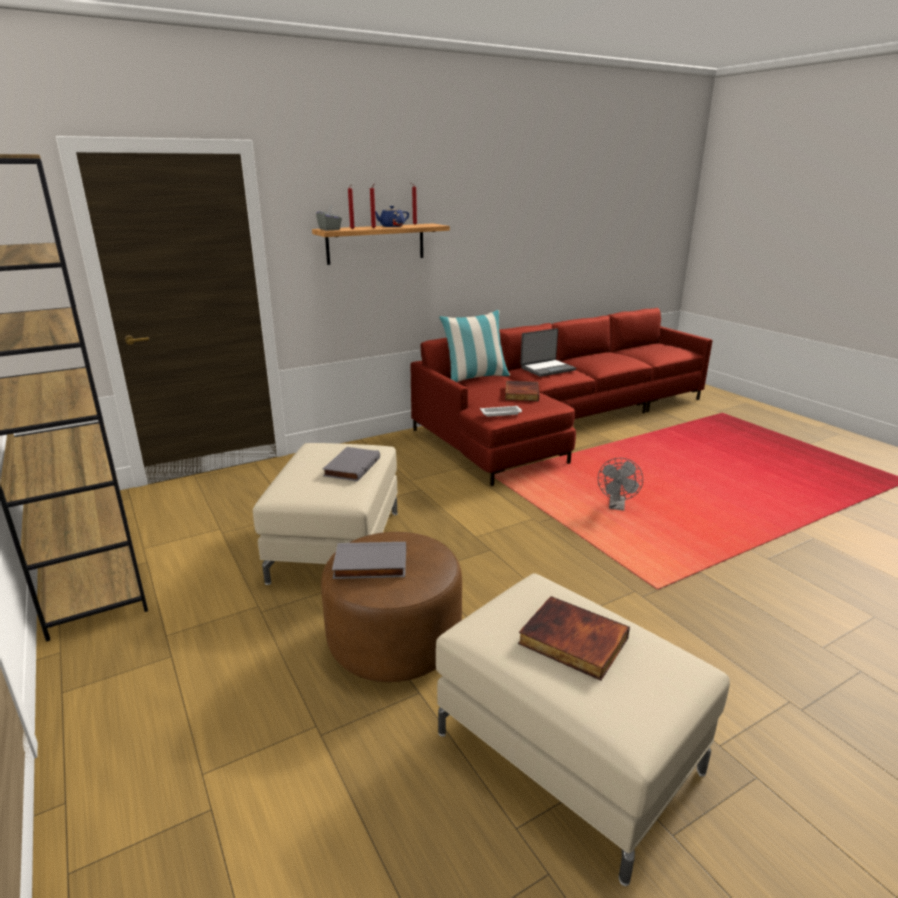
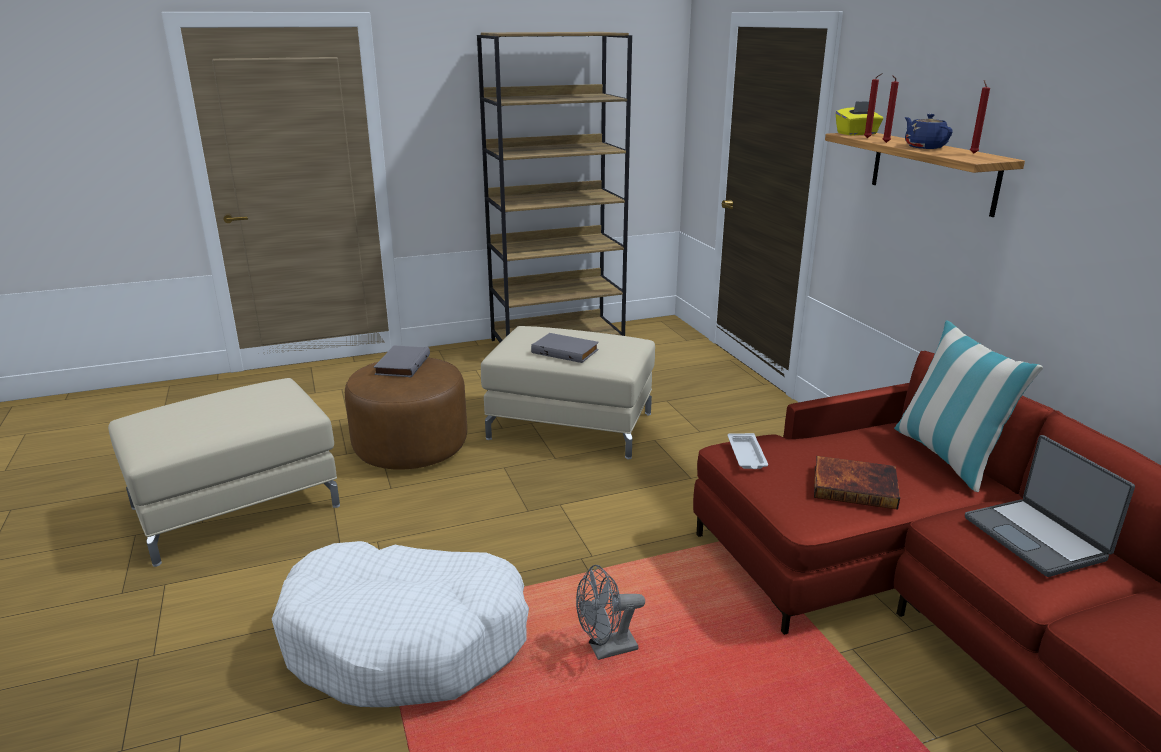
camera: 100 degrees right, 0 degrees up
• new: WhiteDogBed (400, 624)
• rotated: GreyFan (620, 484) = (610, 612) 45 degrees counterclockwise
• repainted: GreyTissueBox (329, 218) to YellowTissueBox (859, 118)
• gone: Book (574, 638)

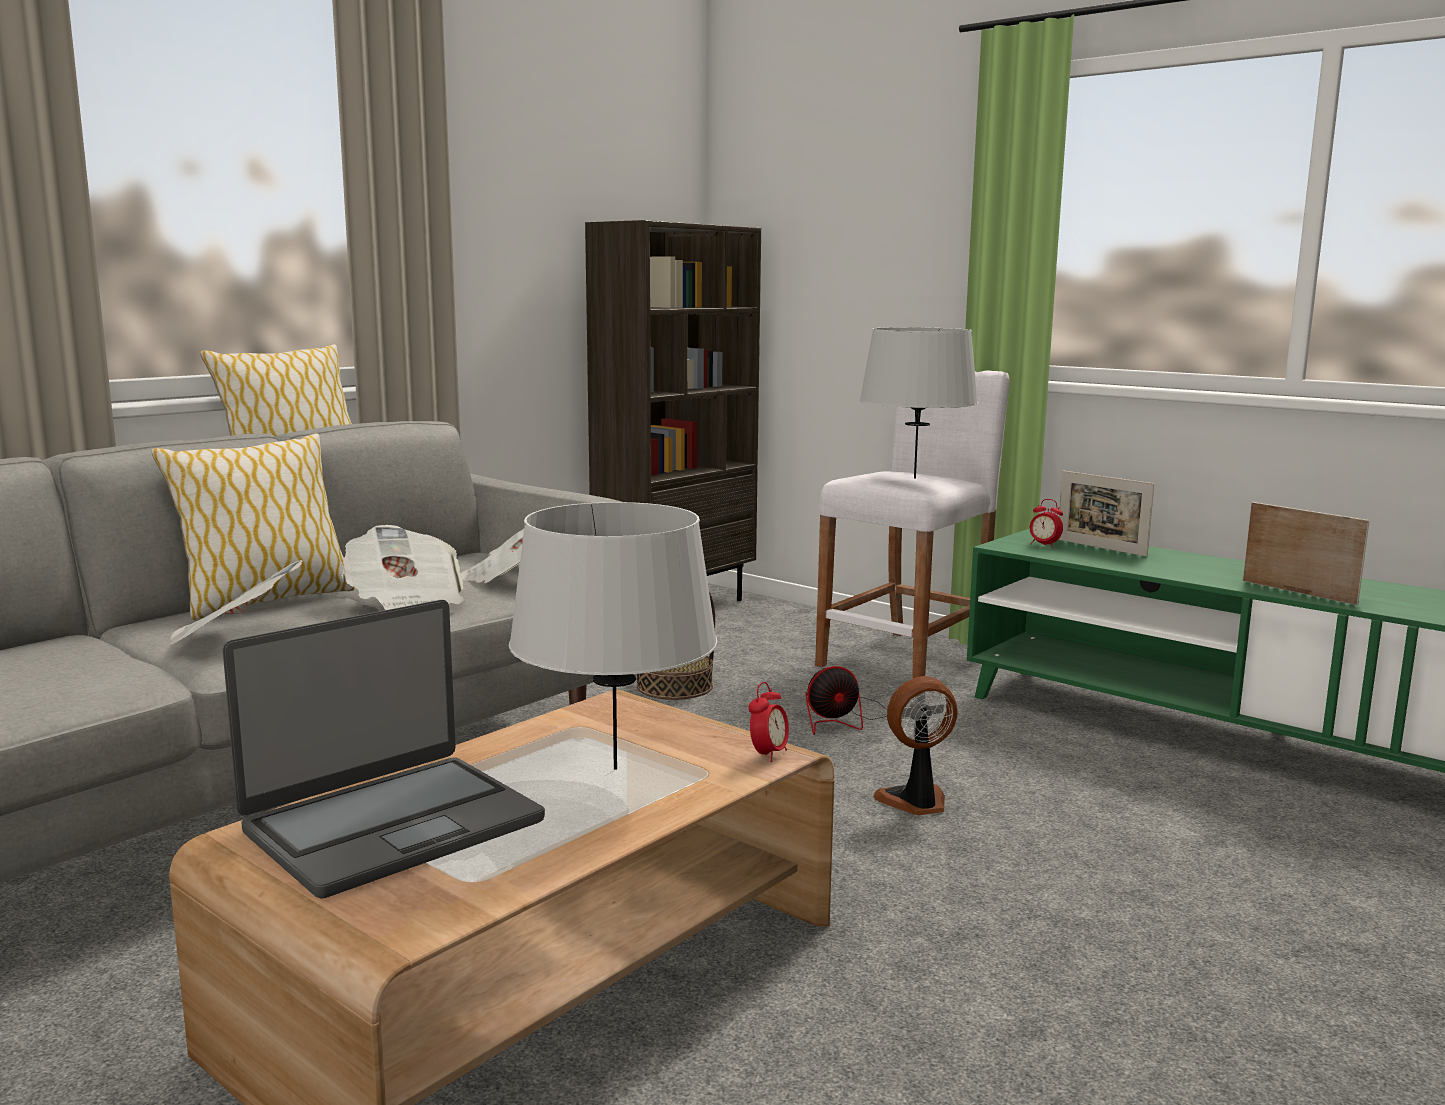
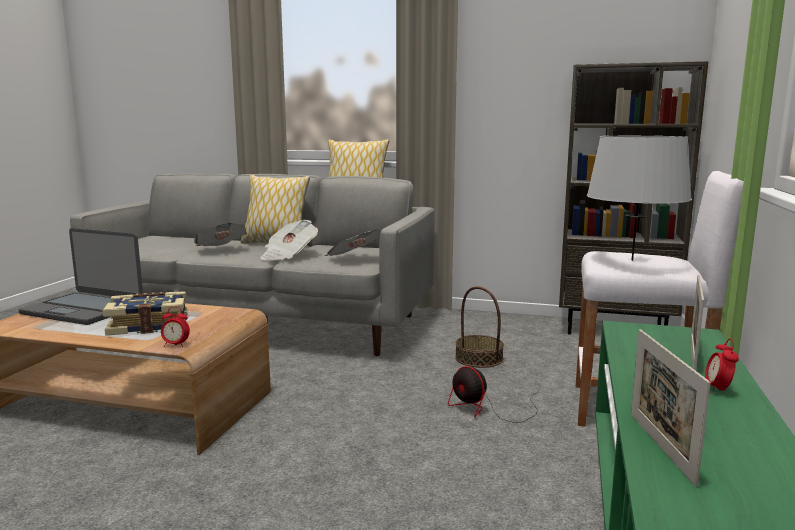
camera: 65 degrees right, 0 degrees up
• swapped: GreyTableLamp (613, 636) to Book (145, 313)
• rotated: PictureFrame (1306, 553) = (671, 408) 150 degrees clockwise
• shifted: AlarmClock (1046, 522) to (722, 366)
• gone: Fan (915, 745)

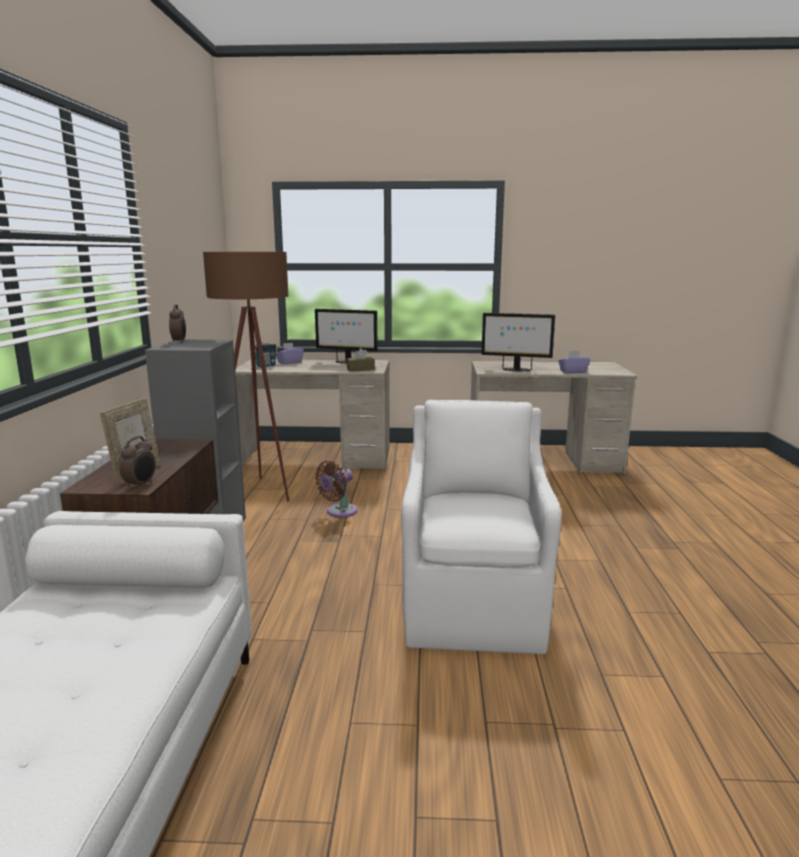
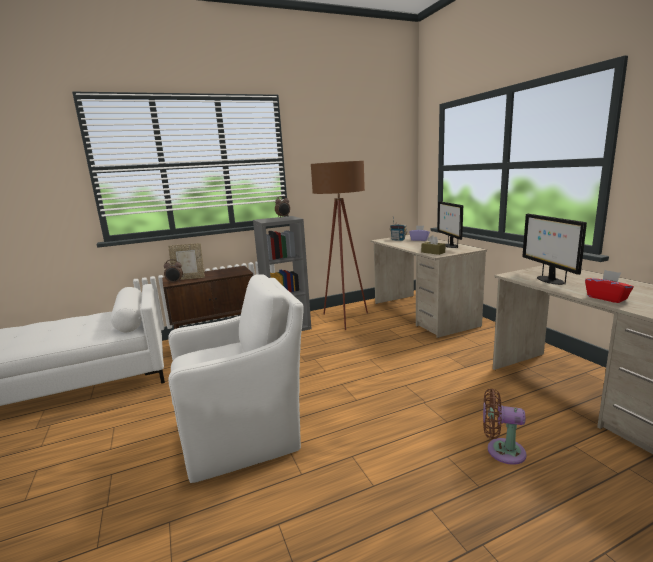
camera: 65 degrees right, 0 degrees up
• shifted: BrownFan (336, 489) to (505, 427)
• repainted: PurpleTissueBox (574, 361) to RedTissueBox (609, 286)

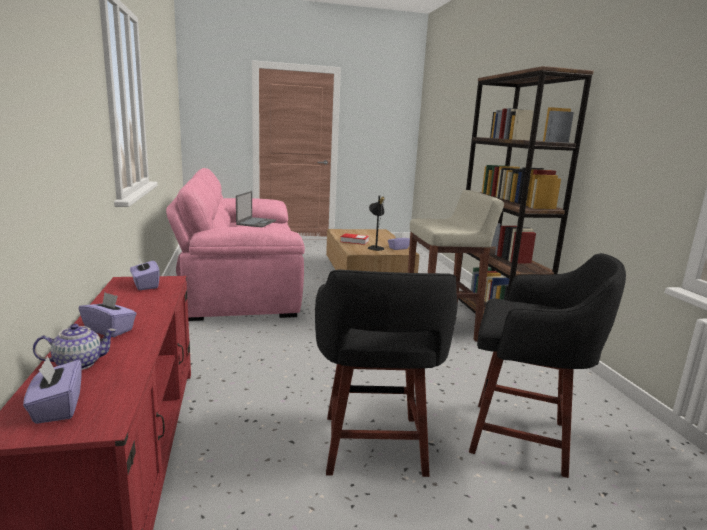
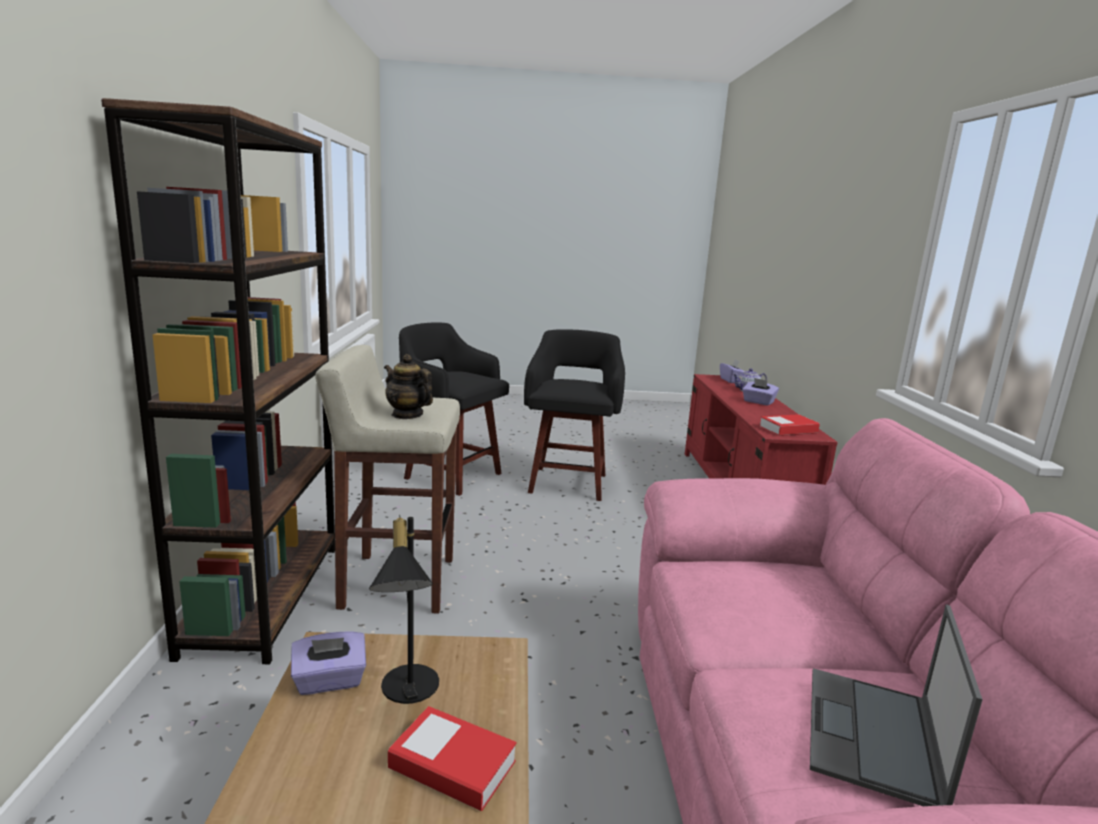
camera: 170 degrees left, 0 degrees up
• new: Teapot (408, 386)
• swapped: PurpleTissueBox (145, 273) to Book (789, 425)

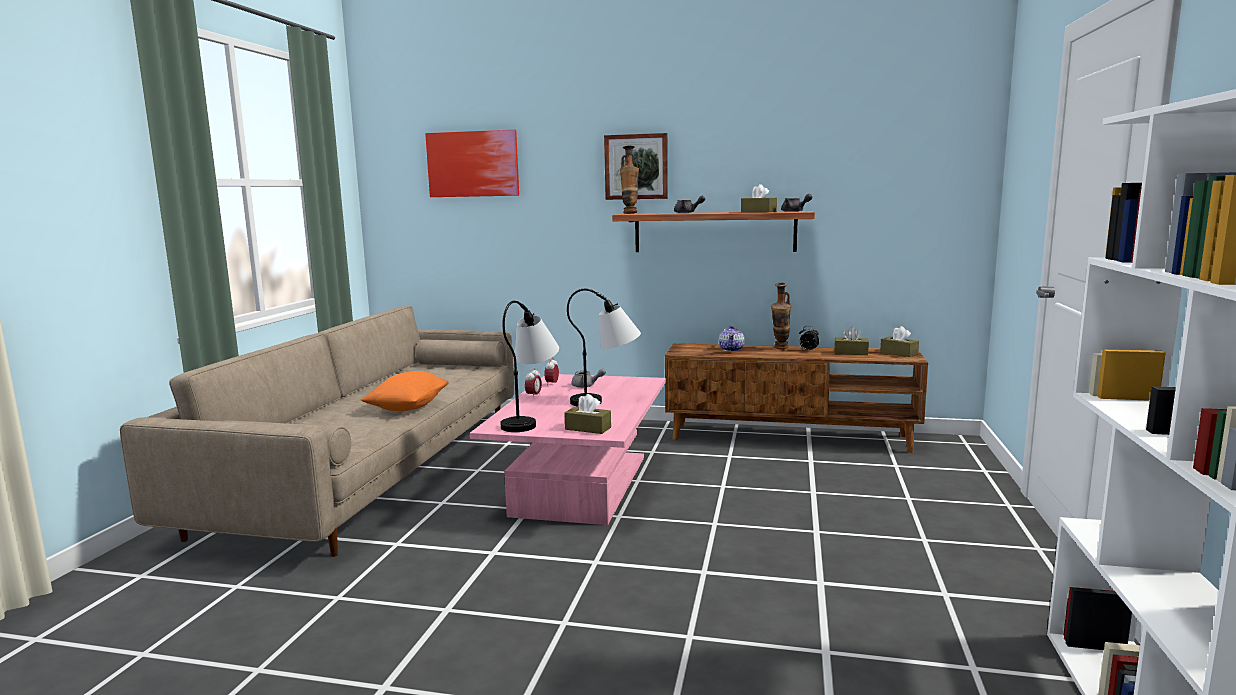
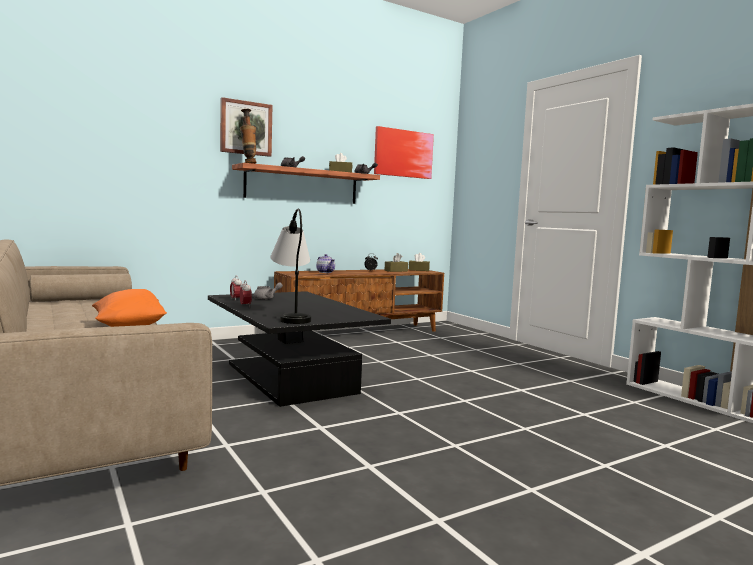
camera: 45 degrees left, 5 degrees down
• repainted: PinkCoffeeTable (568, 449) to BlackCoffeeTable (299, 349)
• shifted: Picture (472, 163) to (404, 152)
• gone: BrownTissueBox (587, 414)
• gone: TableLamp (604, 348)
• gone: Vase (781, 316)

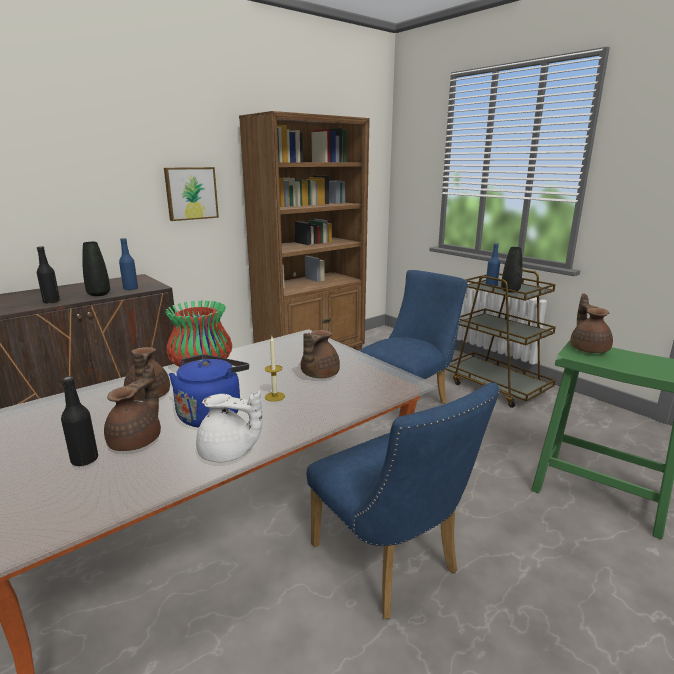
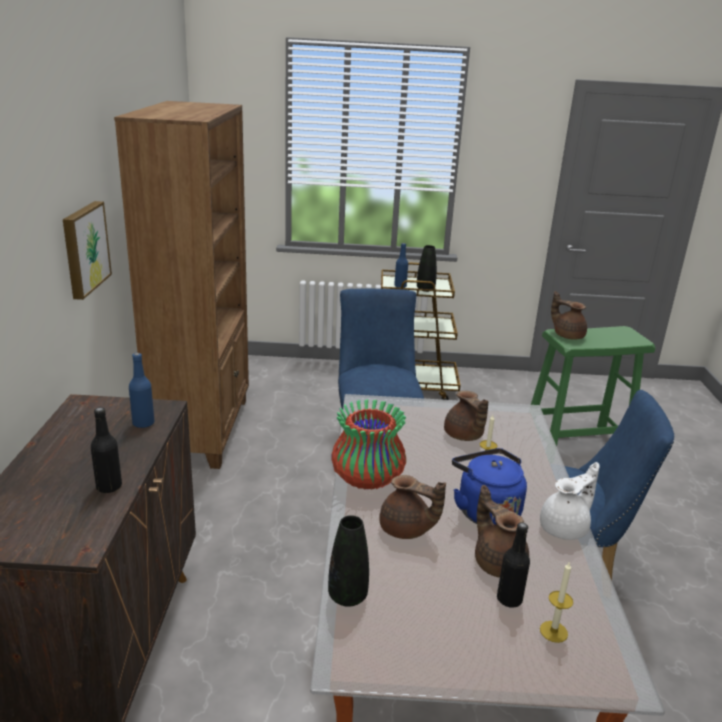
camera: 50 degrees left, 5 degrees up
• shifted: BlackVase (96, 269) to (348, 561)
• new: Candle (556, 602)

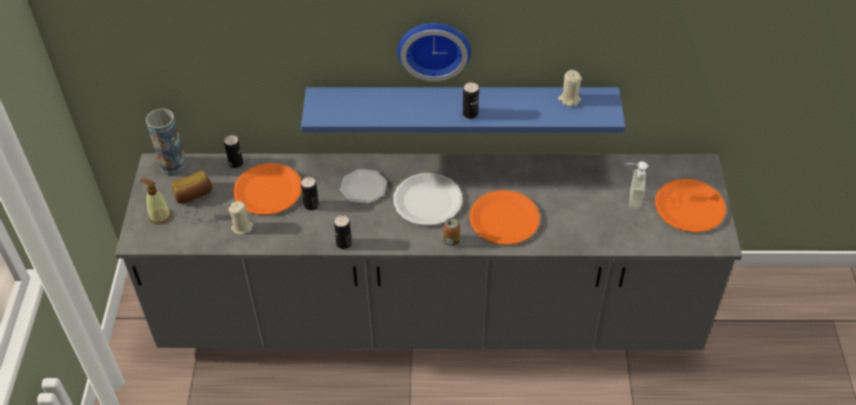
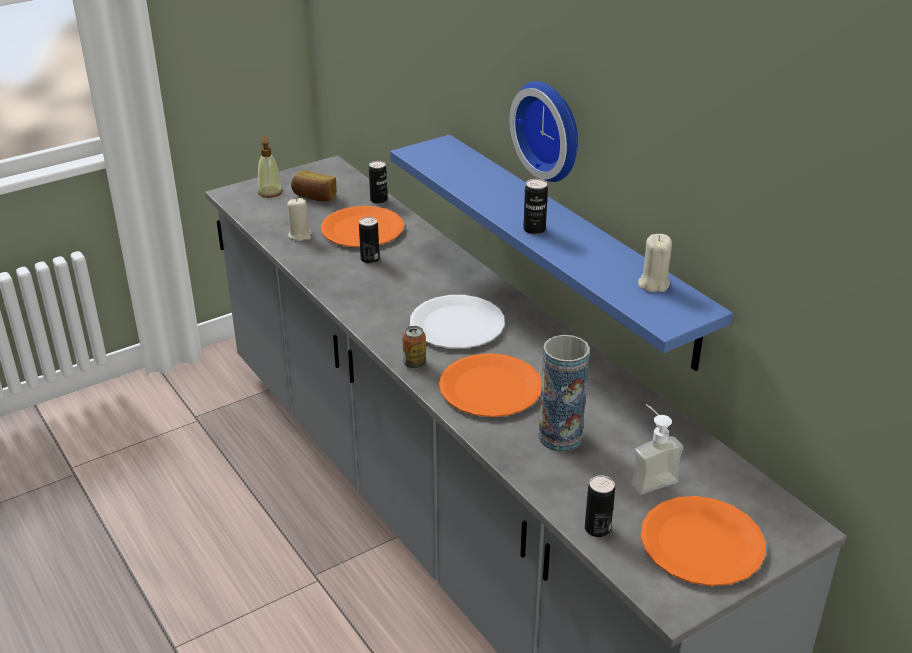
camera: 55 degrees right, 15 degrees down
• shifted: Vase (166, 142) to (564, 393)
• shifted: Can (343, 232) to (600, 506)
• gone: Plate (363, 186)

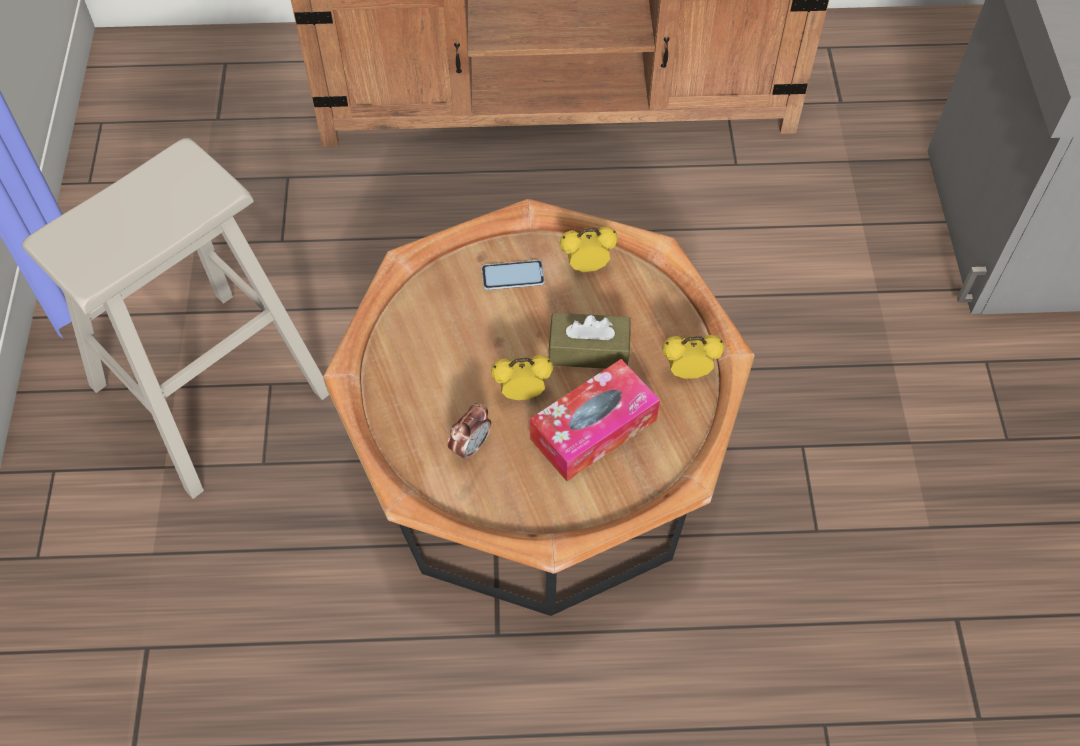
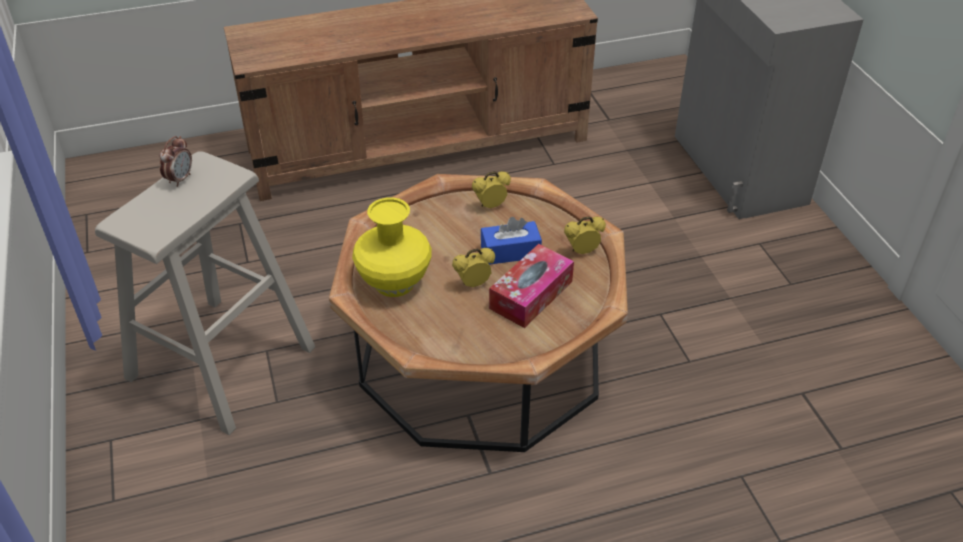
camera: 15 degrees left, 15 degrees down
• shifted: AlarmClock (469, 432) to (175, 161)
• new: YellowVase (392, 247)
• repainted: BrownTissueBox (589, 341) to BlueTissueBox (511, 241)
• gone: Phone (513, 275)

